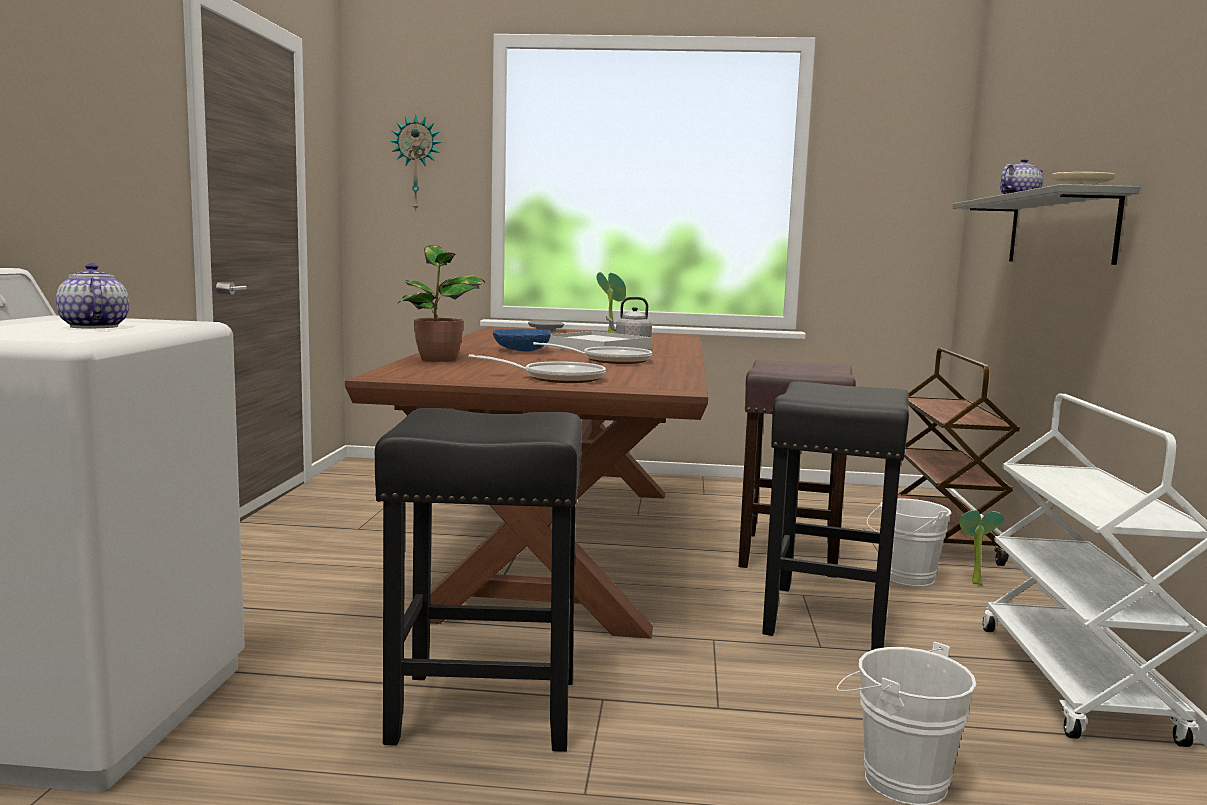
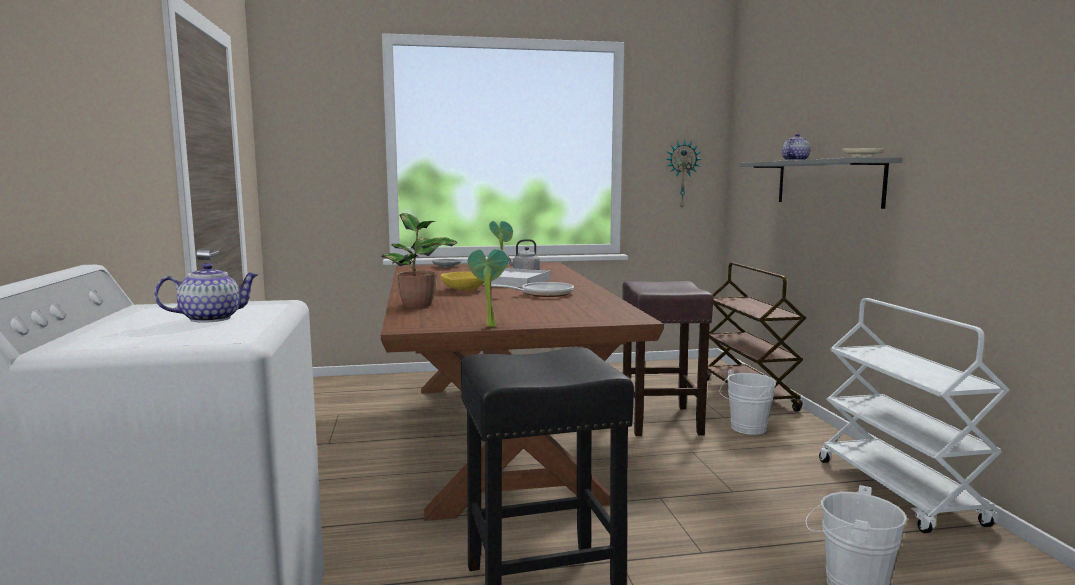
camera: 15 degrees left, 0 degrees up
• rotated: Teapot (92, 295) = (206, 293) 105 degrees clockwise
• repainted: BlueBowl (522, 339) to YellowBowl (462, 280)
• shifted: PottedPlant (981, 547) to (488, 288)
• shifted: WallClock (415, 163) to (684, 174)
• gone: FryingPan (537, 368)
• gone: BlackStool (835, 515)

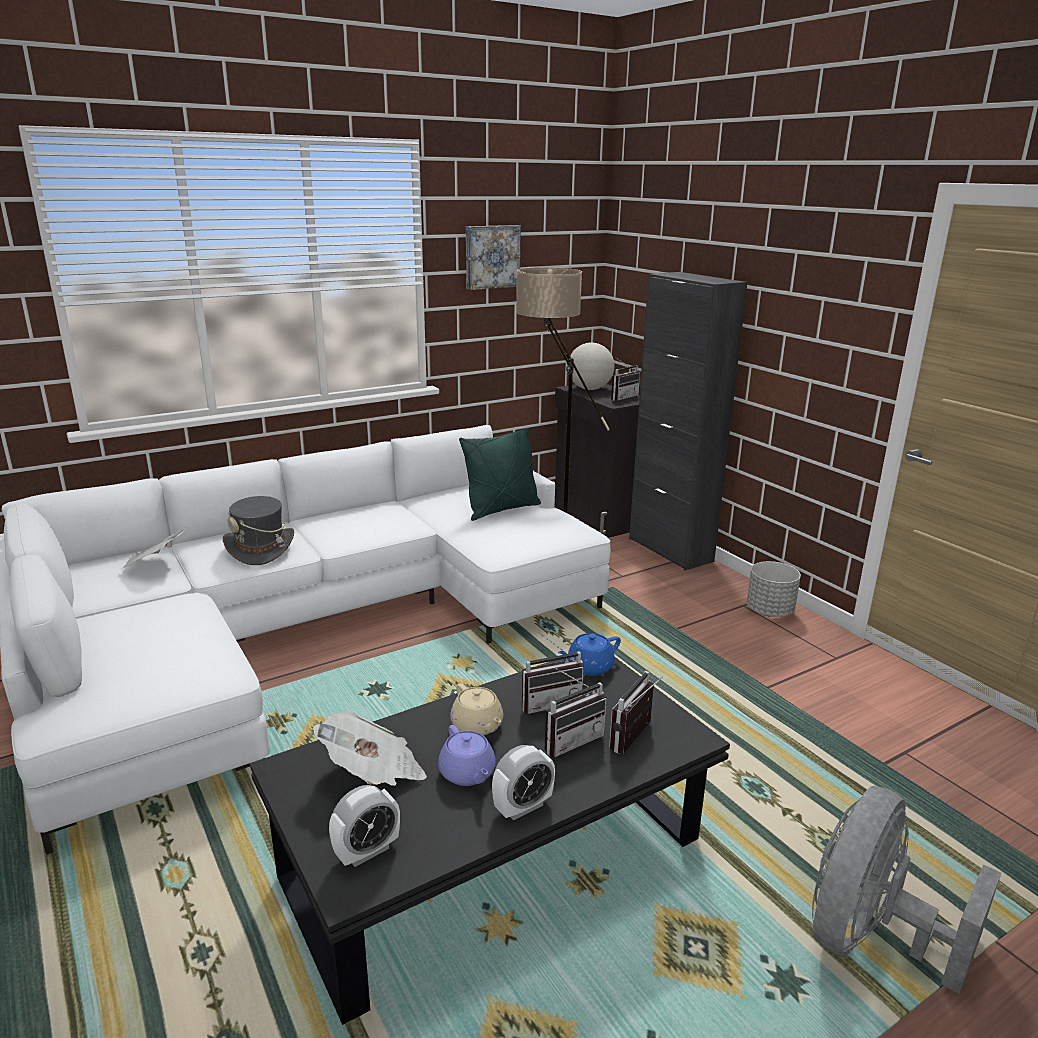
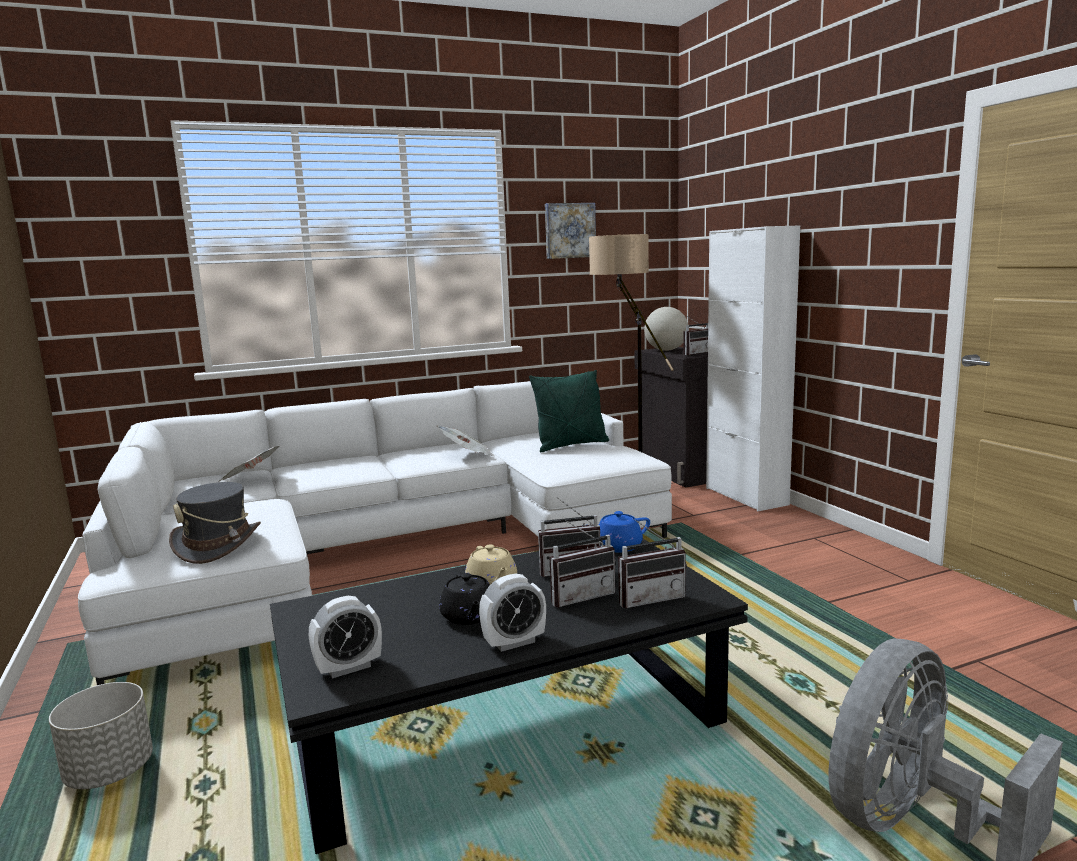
camera: 10 degrees right, 10 degrees down
• shifted: GreyPlanter (774, 589) to (101, 735)
• shifted: GreyHat (258, 530) to (215, 523)
• shifted: Newspaper (370, 749) to (466, 441)
• repainted: PurpleTeapot (467, 755) to BlackTeapot (464, 599)
• rotated: Radio (636, 712) = (652, 564) 150 degrees counterclockwise
• repainted: BlackCabinet (688, 421) to WhiteCabinet (753, 368)

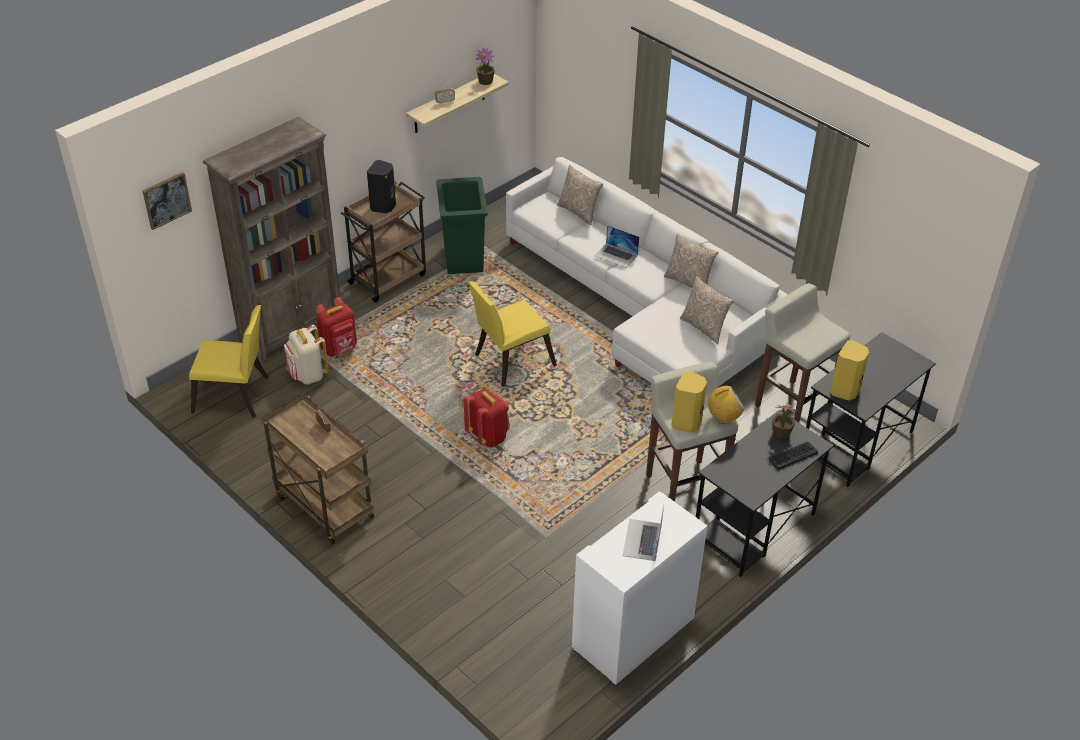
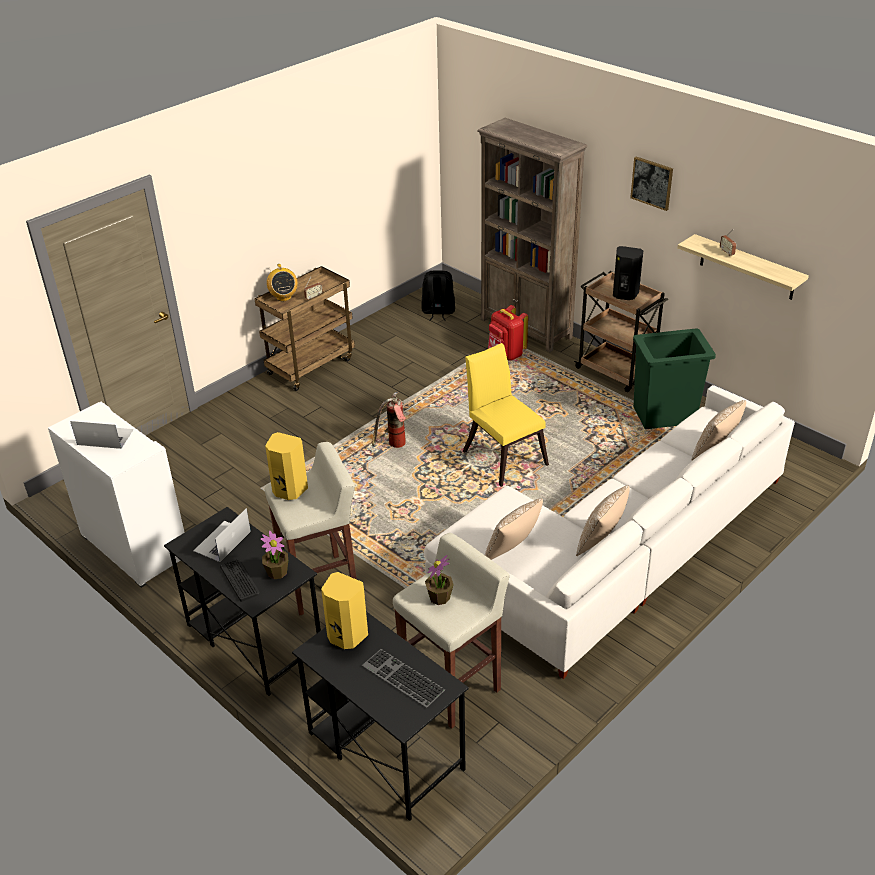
camera: 90 degrees right, 5 degrees down
• shifted: Laptop (617, 246) to (222, 535)
• shifted: Radio (726, 405) to (282, 282)
• new: Keyboard (403, 678)
• swapped: RedBackpack (487, 418) to FireExtinguisher (389, 420)
• swapped: YellowChair (229, 361) to BlackBackpack (438, 296)
• shifted: PottedPlant (485, 66) to (439, 580)
• shifted: Picture (167, 201) to (651, 184)
• gone: BeigeBackpack (306, 355)

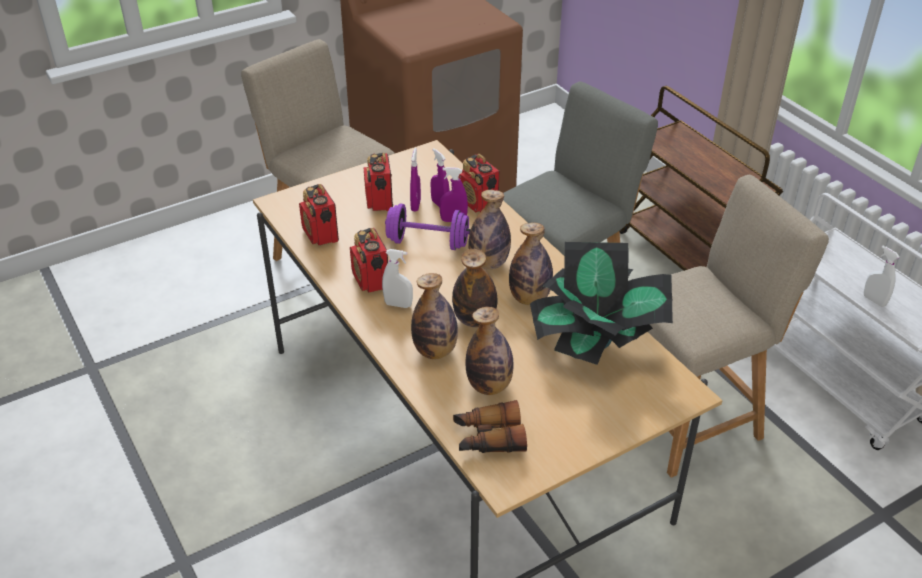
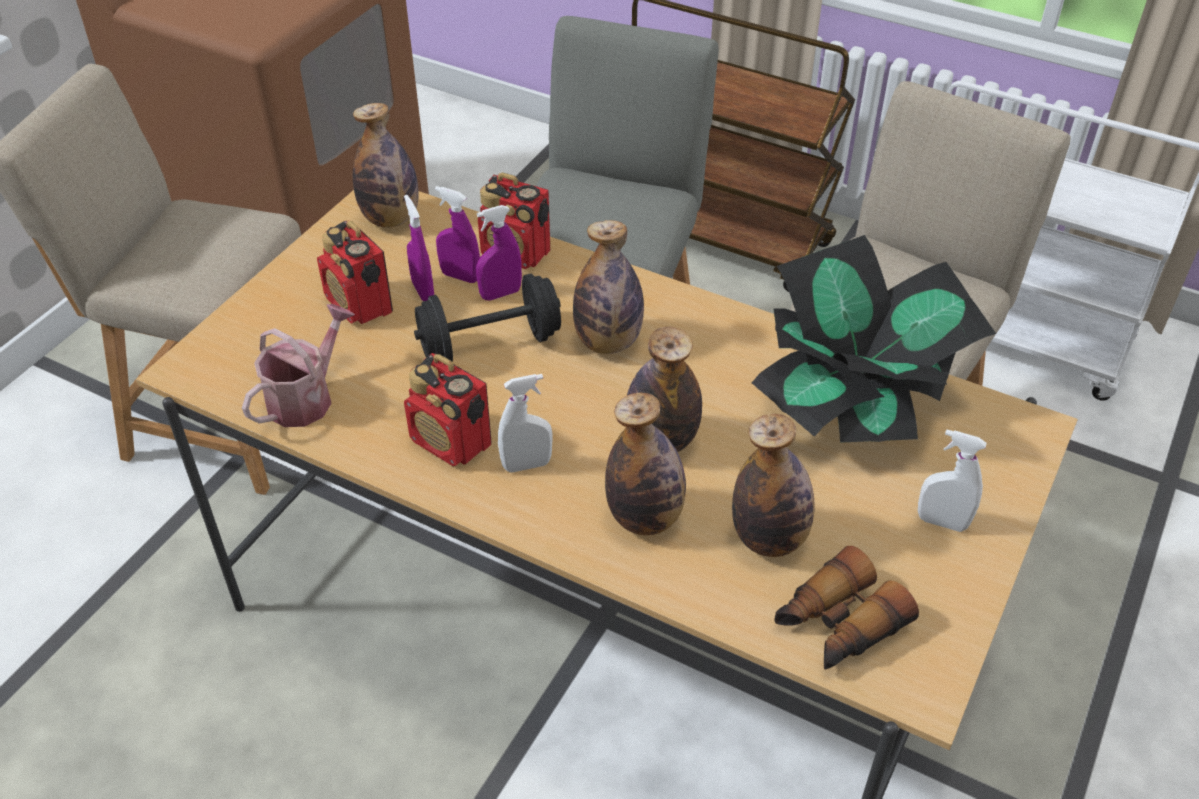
camera: 30 degrees left, 5 degrees up
• swapped: Radio (319, 214) to WateringCan (298, 365)
• shifted: Bottle (531, 263) to (385, 165)
• repainted: PurpleDumbbell (428, 227) to BlackDumbbell (487, 317)
• shifted: WhiteSprayBottle (882, 276) to (952, 480)

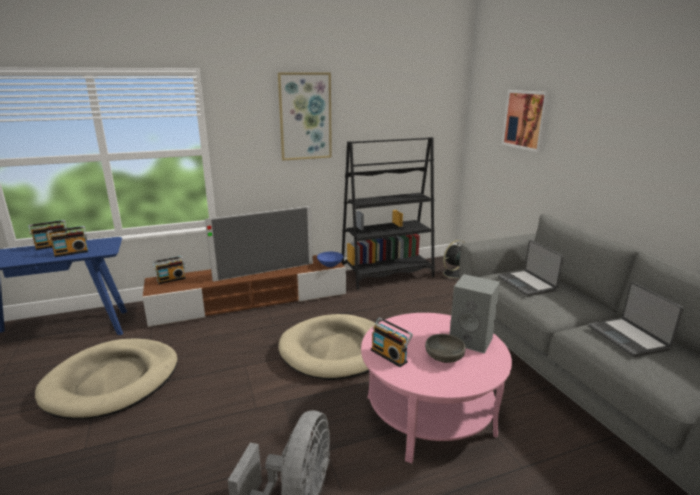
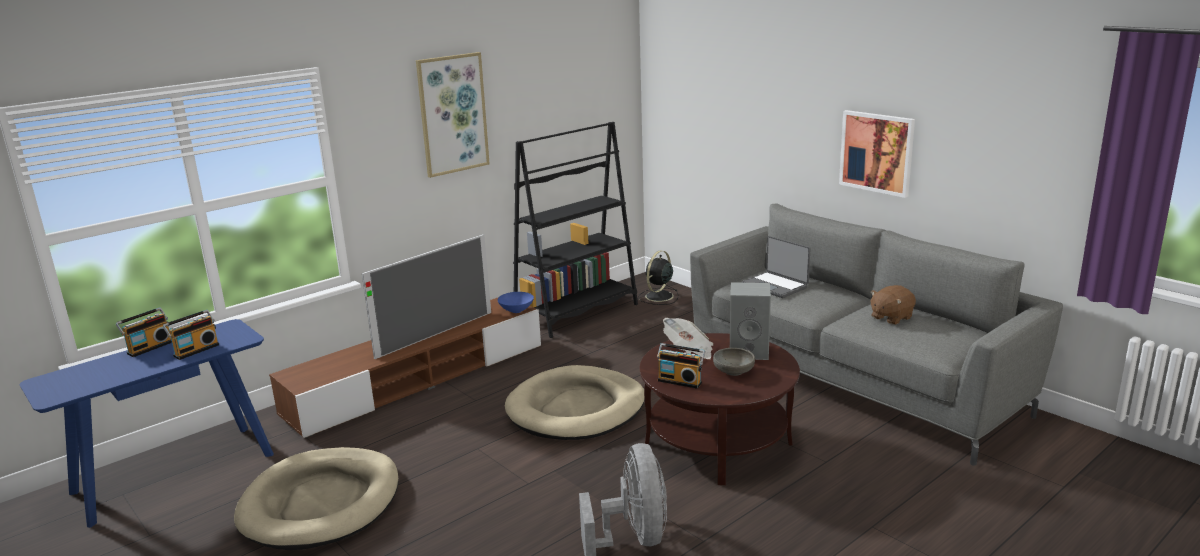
camera: 20 degrees left, 0 degrees up
• repainted: PinkCoffeeTable (436, 388) to BrownCoffeeTable (720, 409)
• new: Newspaper (688, 338)
• shifted: Picture (526, 121) to (877, 154)
• swapped: Laptop (635, 319) to BrownPlushToy (893, 305)
• gone: Radio (169, 270)

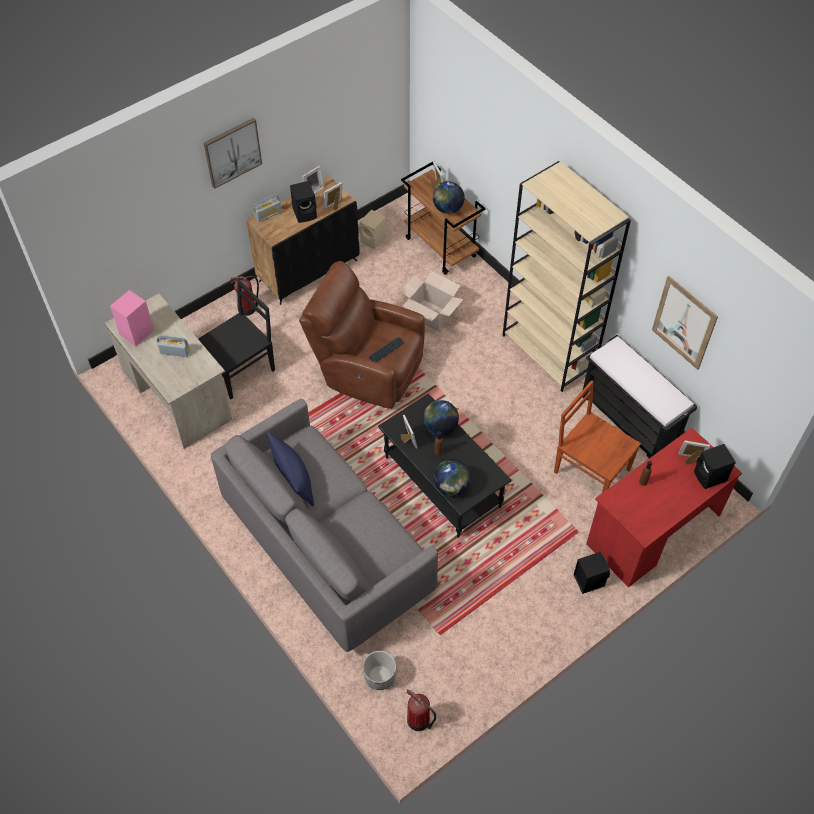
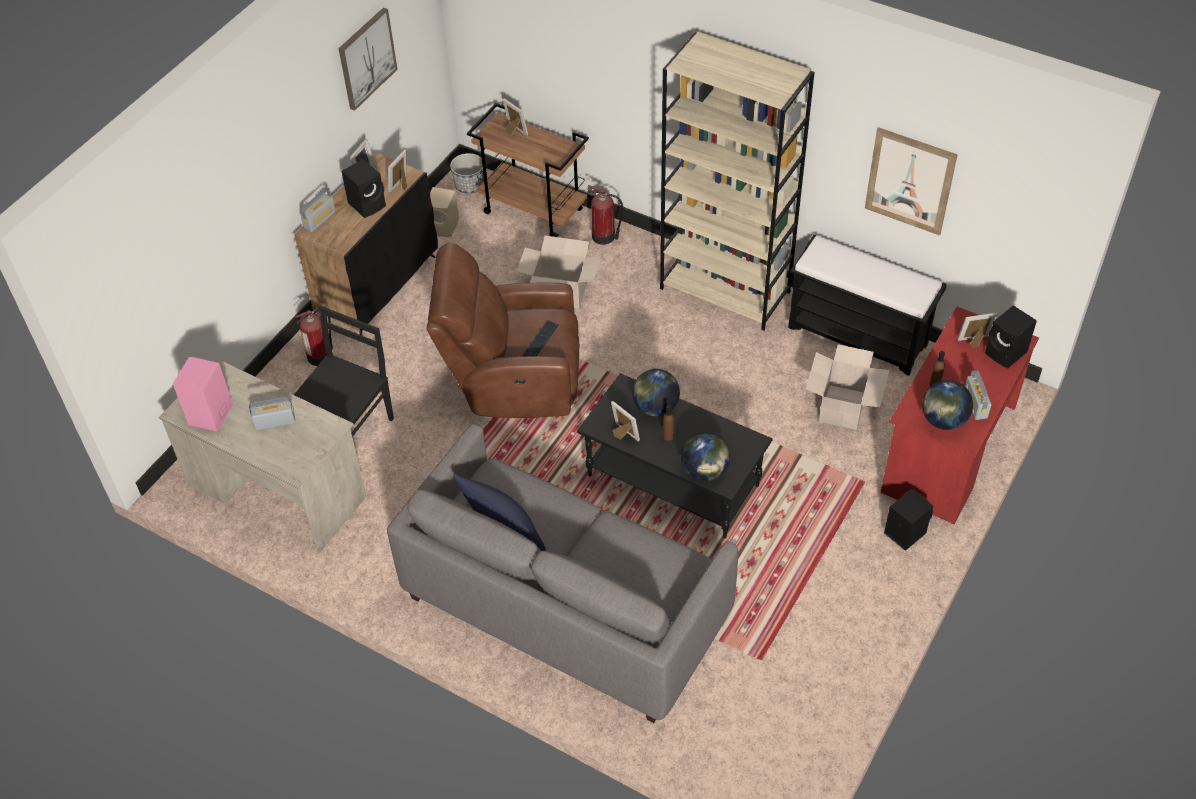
camera: 20 degrees left, 5 degrees down
• shifted: Picture (233, 153) to (368, 59)
• shifted: Planter (379, 670) to (467, 173)
• shifted: FireExtinguisher (421, 710) to (605, 215)
• swapped: BrownChair (597, 437) to CardboardBox (848, 387)
• shifted: Globe (449, 198) to (947, 405)
• new: Radio (978, 395)

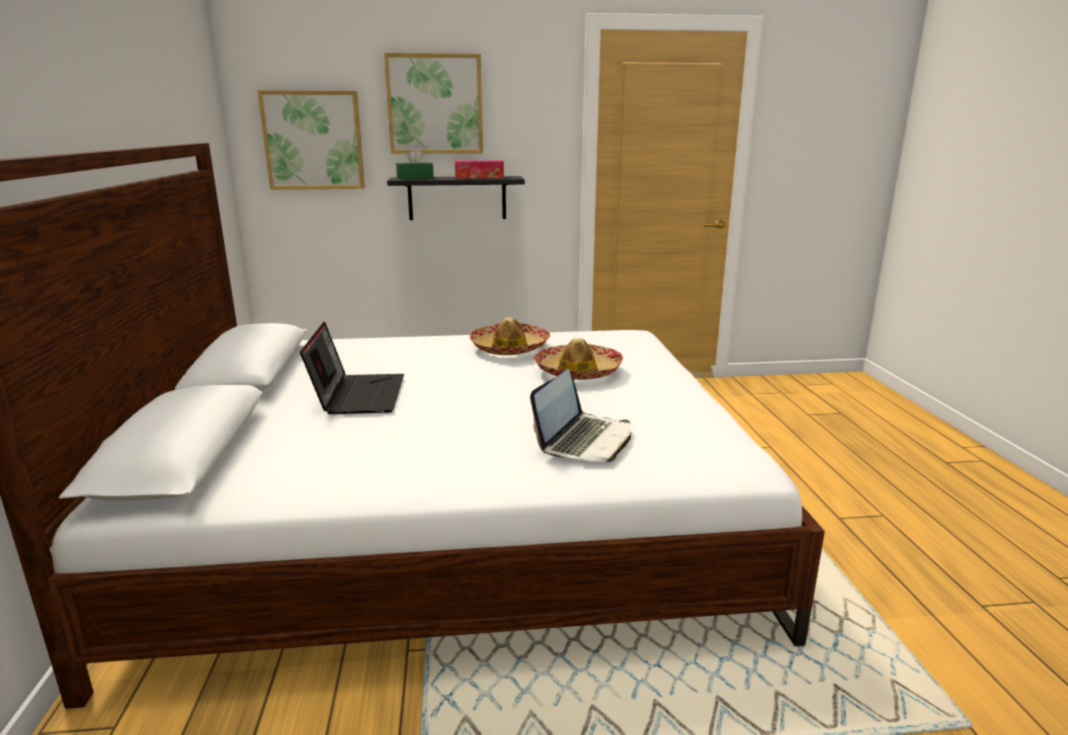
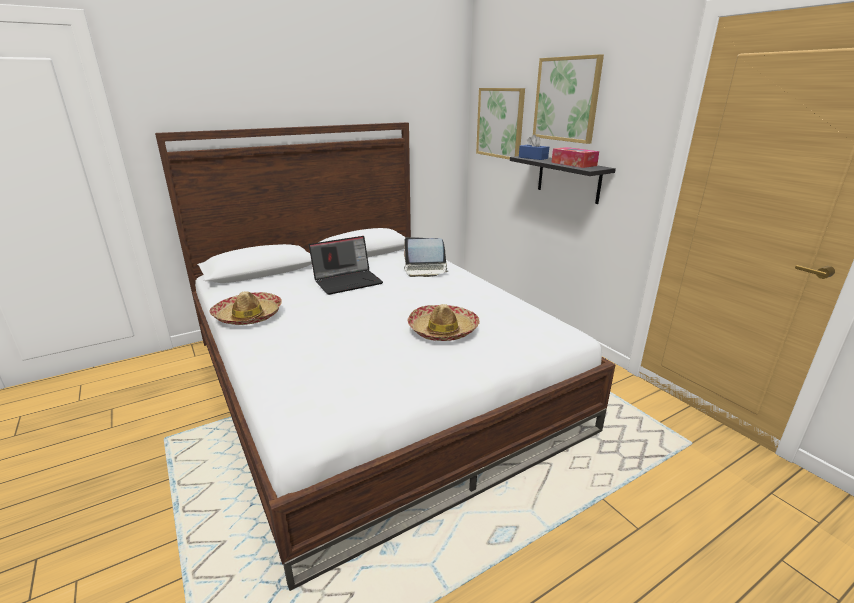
camera: 65 degrees right, 5 degrees up
• shifted: Hat (510, 336) to (246, 308)
• shifted: Laptop (580, 415) to (426, 257)
• repainted: GreenTissueBox (415, 164) to BlueTissueBox (534, 147)

